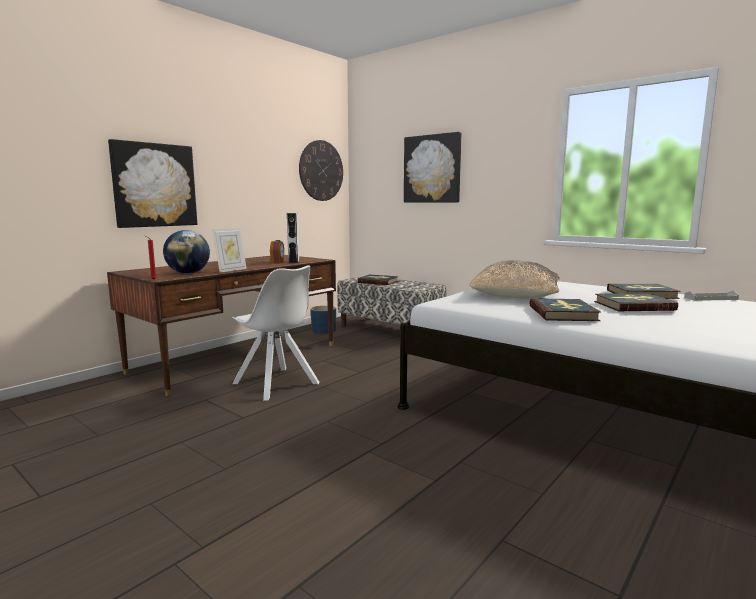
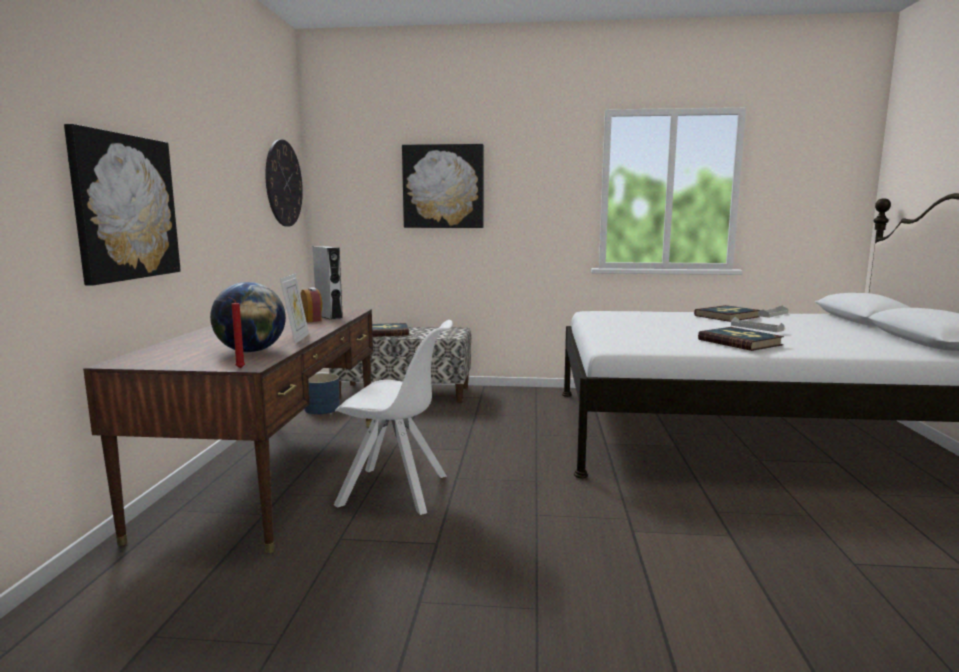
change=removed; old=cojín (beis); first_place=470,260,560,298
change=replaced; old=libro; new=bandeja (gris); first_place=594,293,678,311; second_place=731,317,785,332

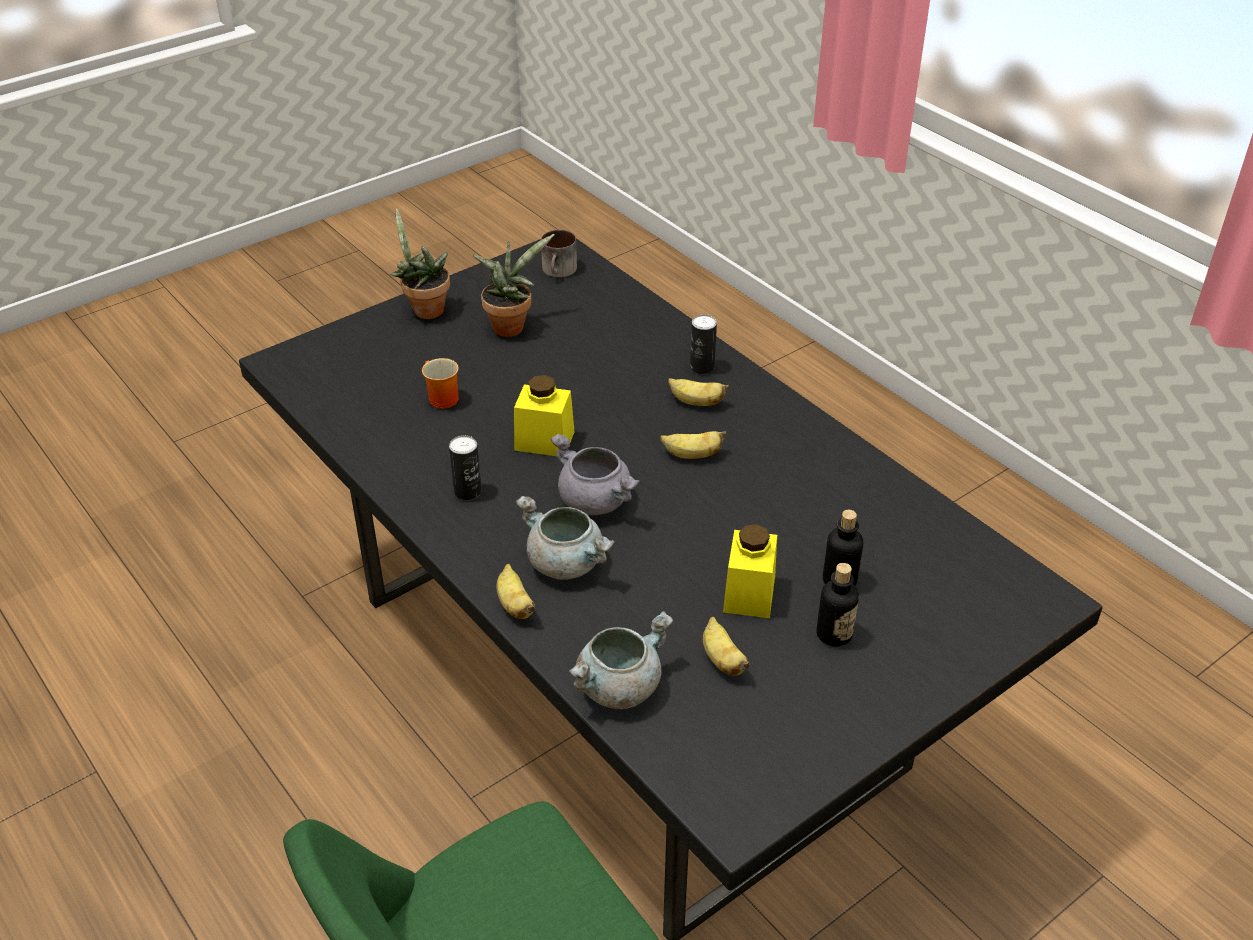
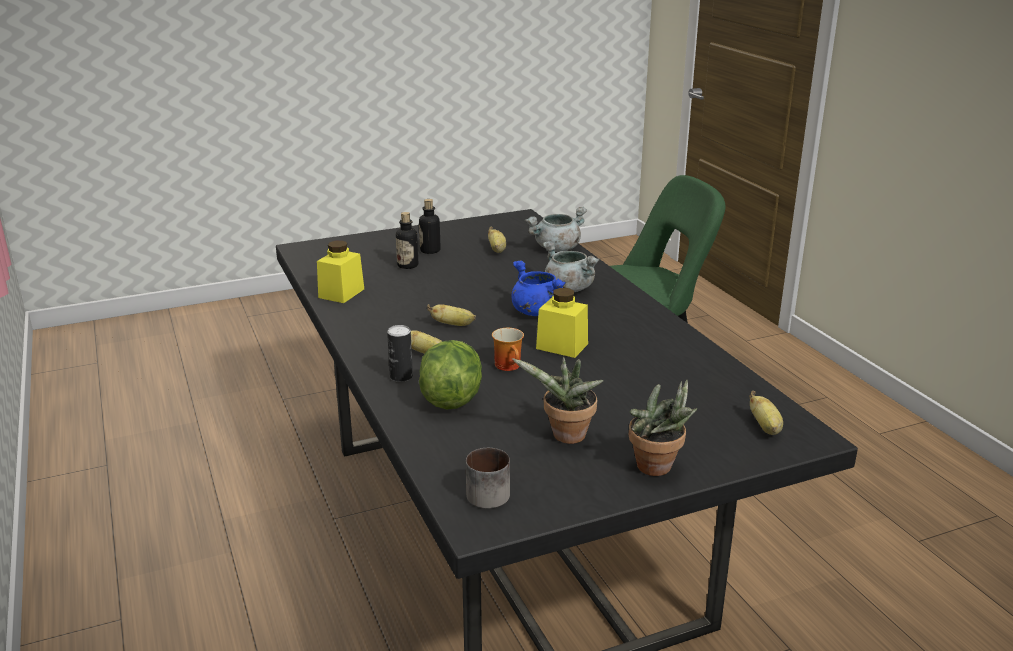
change=moved; old=taza grande; first_place=422,358,459,409; second_place=492,328,524,371
change=recoloured; old=olla (gris); new=olla (azul); first_place=551,434,640,515; second_place=511,260,566,316
change=removed; old=lata; first_place=449,435,482,500
change=moved; old=tarro (amarillo); first_place=723,524,777,618; second_place=317,241,364,303
change=moved; old=plátano; first_place=496,564,535,619; second_place=749,391,783,435
change=added; new=lechuga; second_place=419,340,482,410

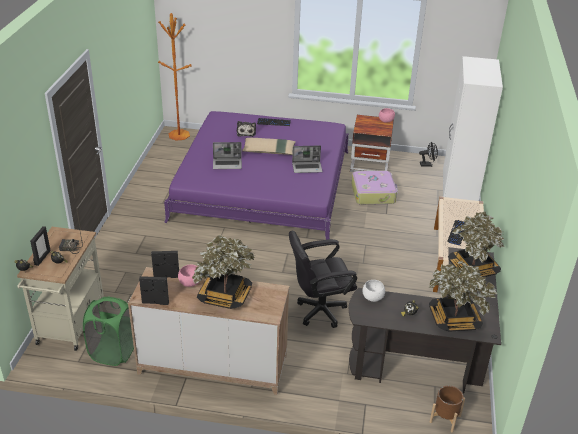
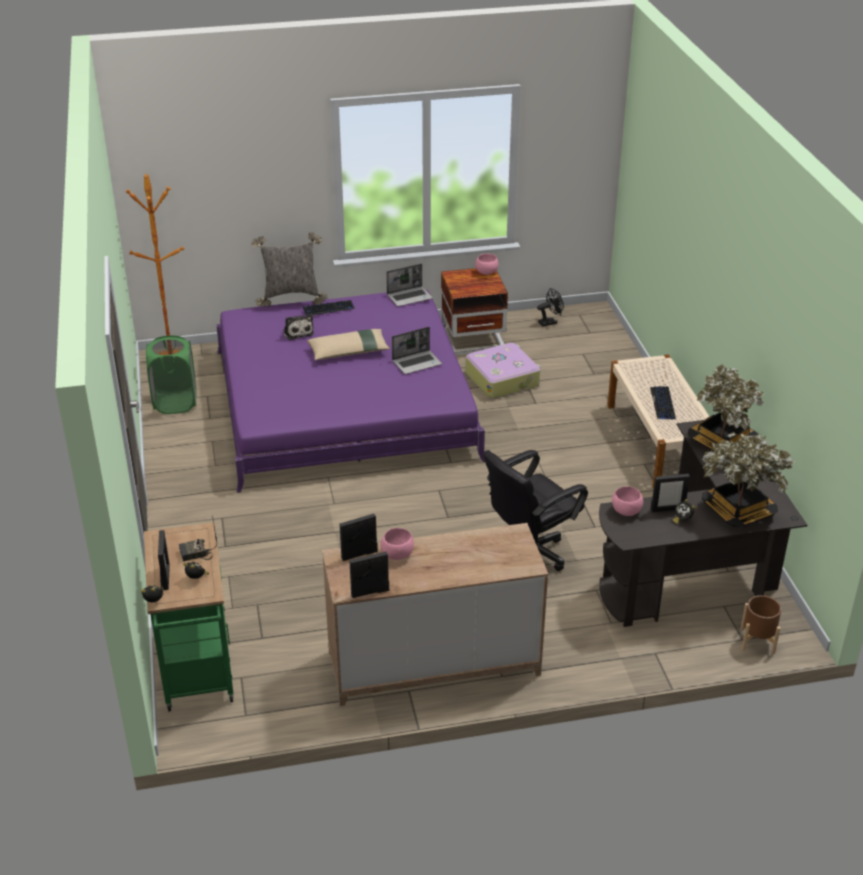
change=removed; old=armario ropero (blanco); first_place=443,56,503,210
change=moved; old=portátil; first_place=213,142,242,169; second_place=386,264,433,307
change=recoloured; old=carrito (beis); new=carrito (verde); first_place=17,227,104,351; second_place=144,522,234,712
change=removed; old=planta en maceta; first_place=192,235,255,309
change=recoloured; old=cuenco (blanco); new=cuenco (rosa); first_place=362,280,385,302; second_place=612,486,643,516
change=moved; old=cesto de la ropa (verde); first_place=83,296,134,366; second_place=146,335,196,414
change=added; new=cojín; second_place=251,232,327,307
change=added; new=portarretratos; second_place=651,474,690,512

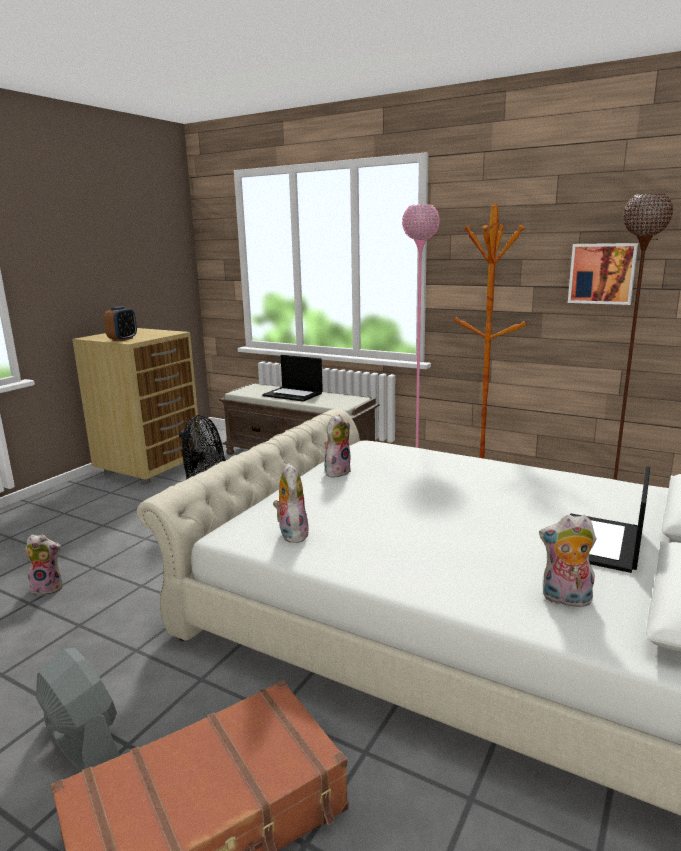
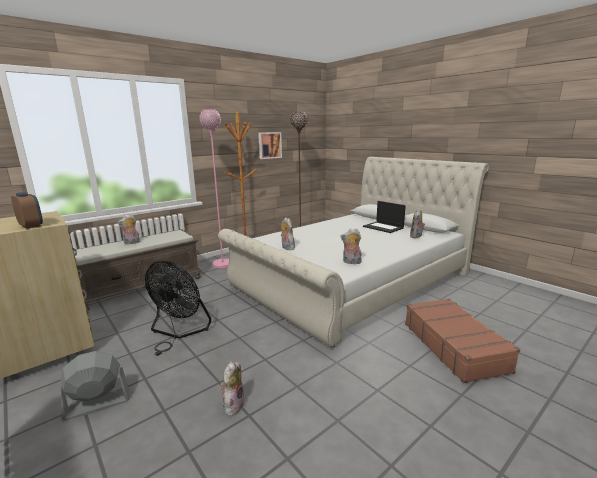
change=replaced; old=portátil; new=peluche; first_place=262,355,323,402; second_place=117,214,140,245
change=moved; old=ventilador (gris); first_place=36,648,120,773; second_place=59,351,129,421

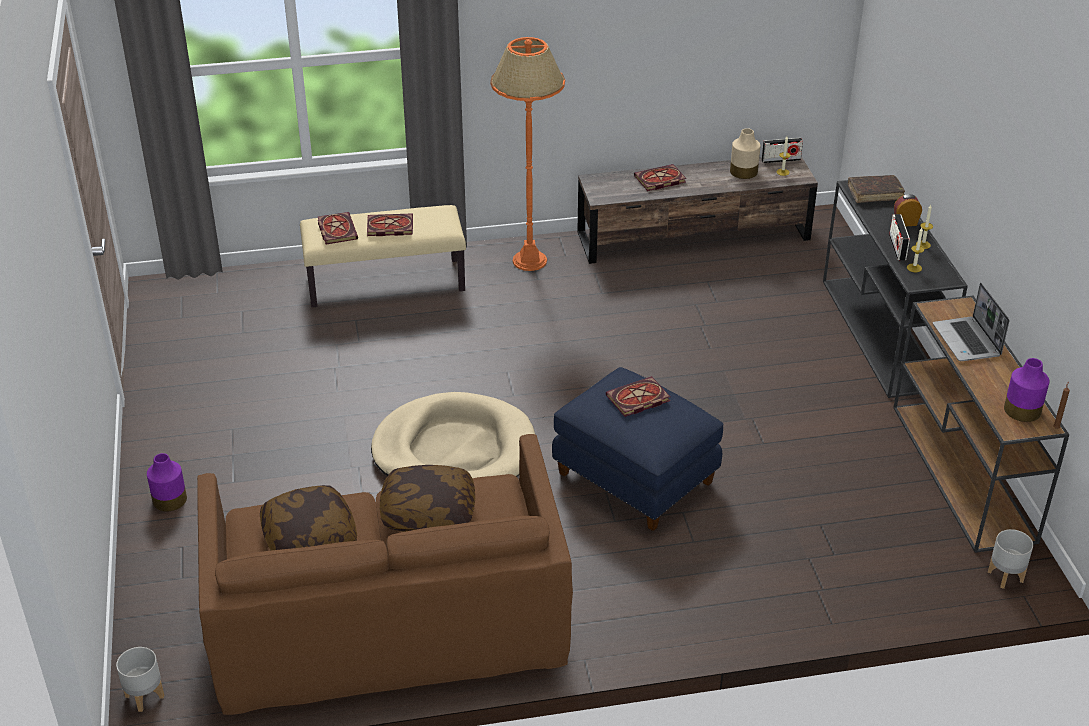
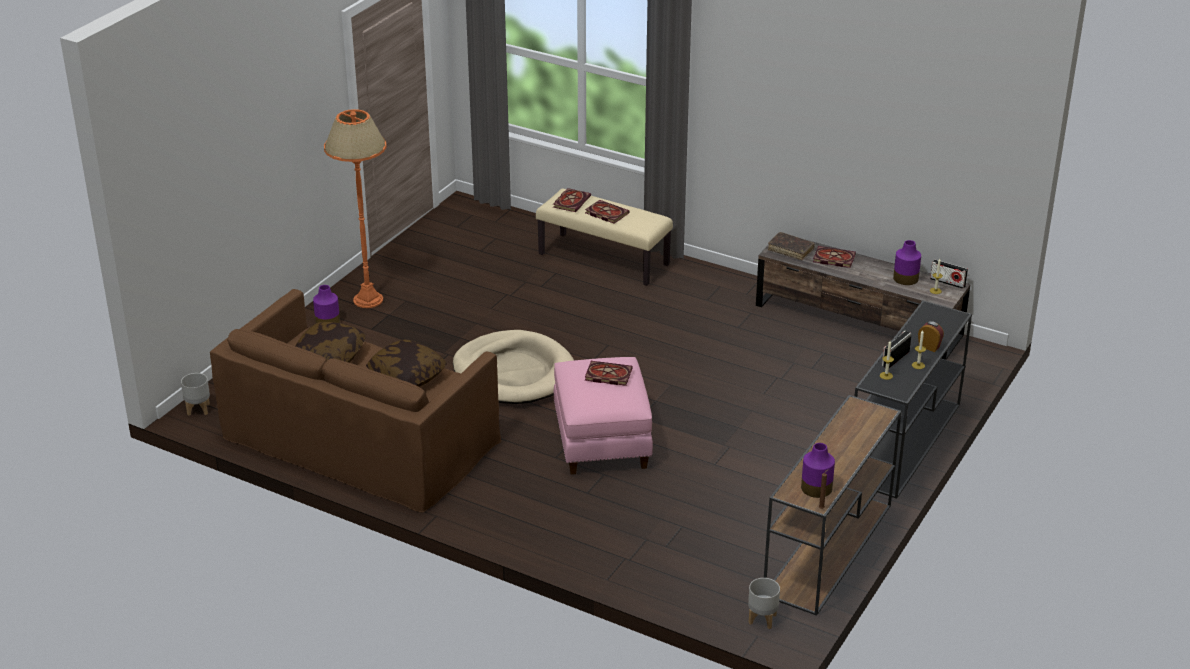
change=moved; old=lámpara de pie (naranja); first_place=490,37,565,271; second_place=324,109,387,308
change=recoloured; old=florero (beis); new=florero (morado); first_place=730,128,760,179; second_place=893,240,921,285
change=moved; old=libro (marrón); first_place=848,175,905,203; second_place=768,232,815,260
change=removed; old=portátil; first_place=933,283,1009,361
change=recoloured; old=puf (azul); new=puf (rosa); first_place=552,367,724,531; second_place=554,357,653,475

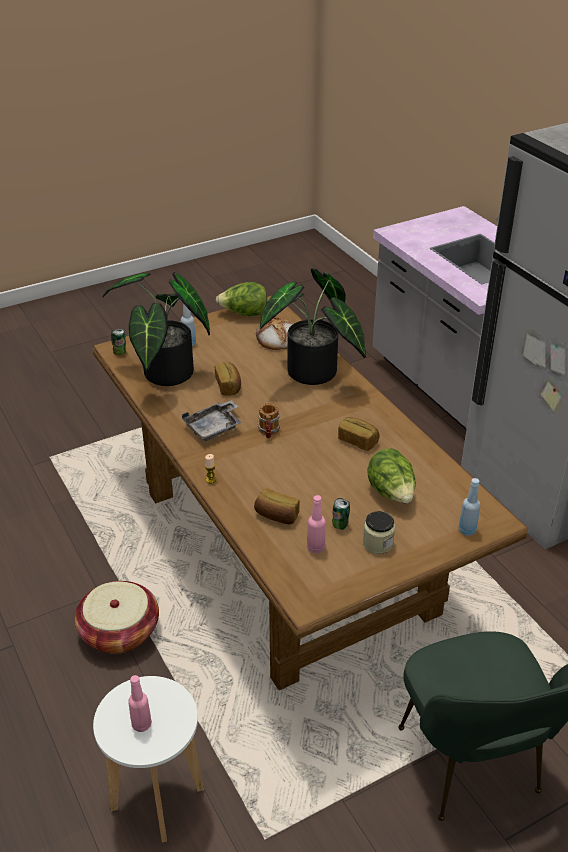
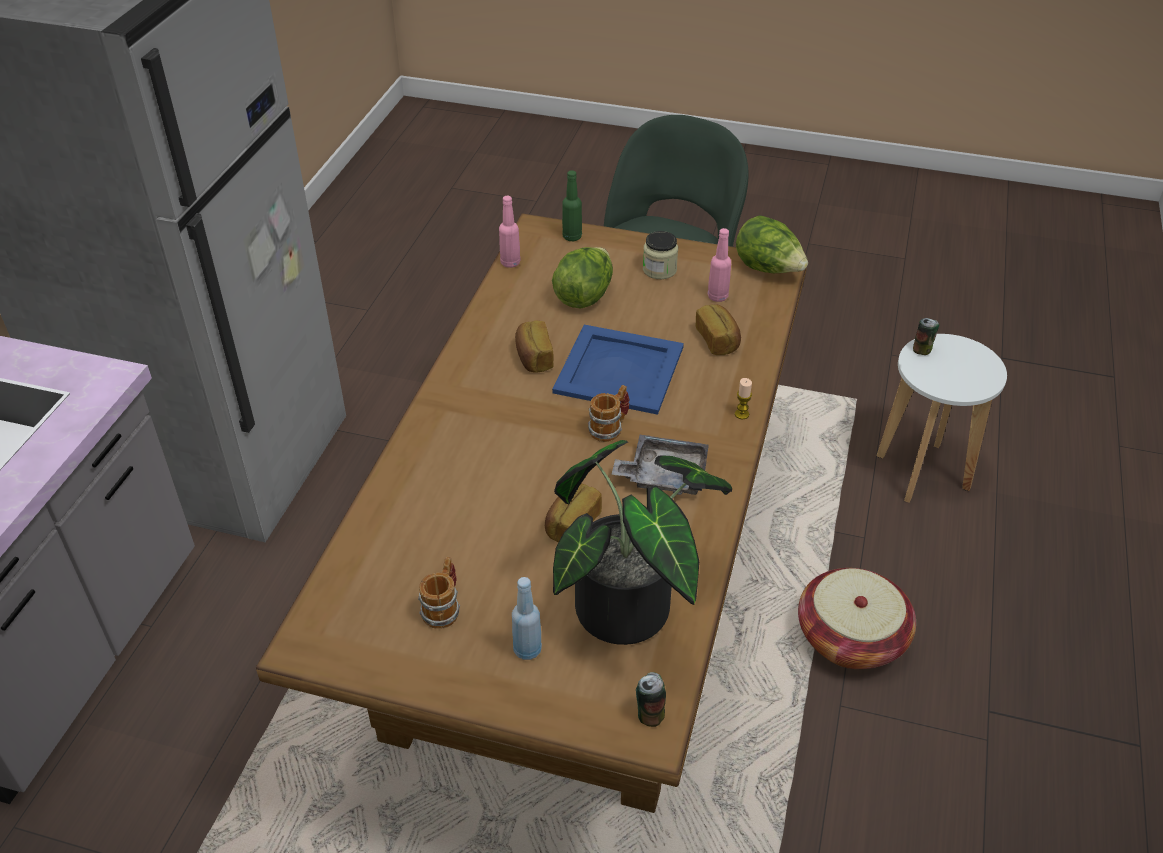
change=removed; old=planta en maceta; first_place=260,268,366,385
change=moved; old=lechuga; first_place=216,282,267,316; second_place=736,215,808,273
change=removed; old=pan; first_place=256,317,294,350
change=recoloured; old=botella (azul); new=botella (verde); first_place=459,478,480,536; second_place=562,170,582,241
change=moved; old=lata; first_place=332,498,350,530; second_place=913,318,939,355
change=moved; old=botella (rosa); first_place=128,675,152,732; second_place=499,196,521,268
change=added; new=bandeja (azul); second_place=552,325,684,415
change=added; new=taza grande; second_place=418,557,460,629

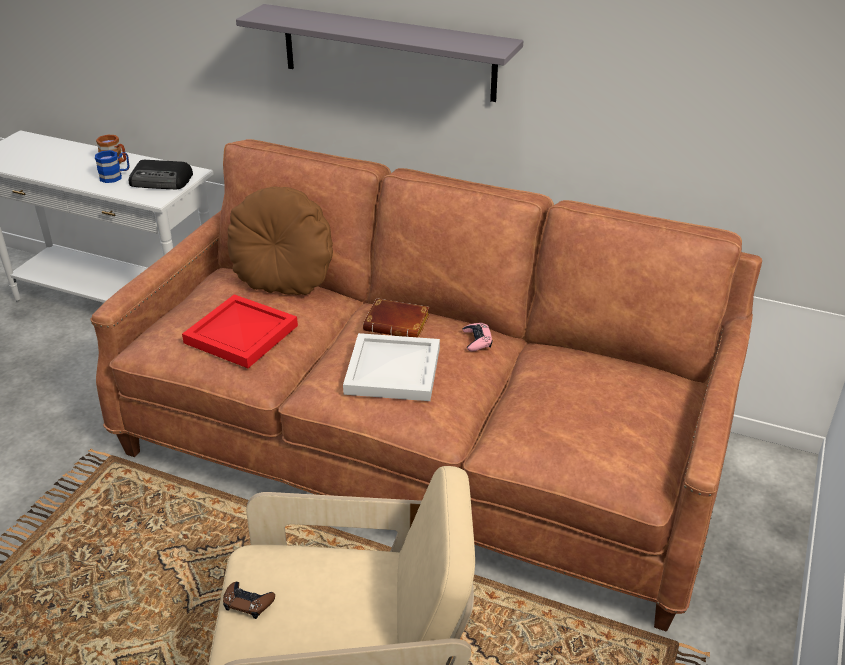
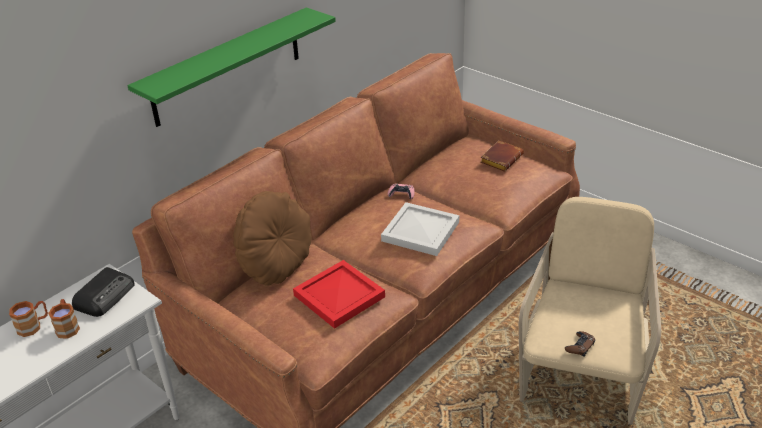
change=recoloured; old=estante (gris); new=estante (verde); first_place=236,4,523,102; second_place=127,7,336,127
change=recoloured; old=taza grande (azul); new=taza grande (marrón); first_place=95,150,130,183; second_place=48,299,80,339
change=moved; old=libro (marrón); first_place=363,298,430,338; second_place=480,140,524,172

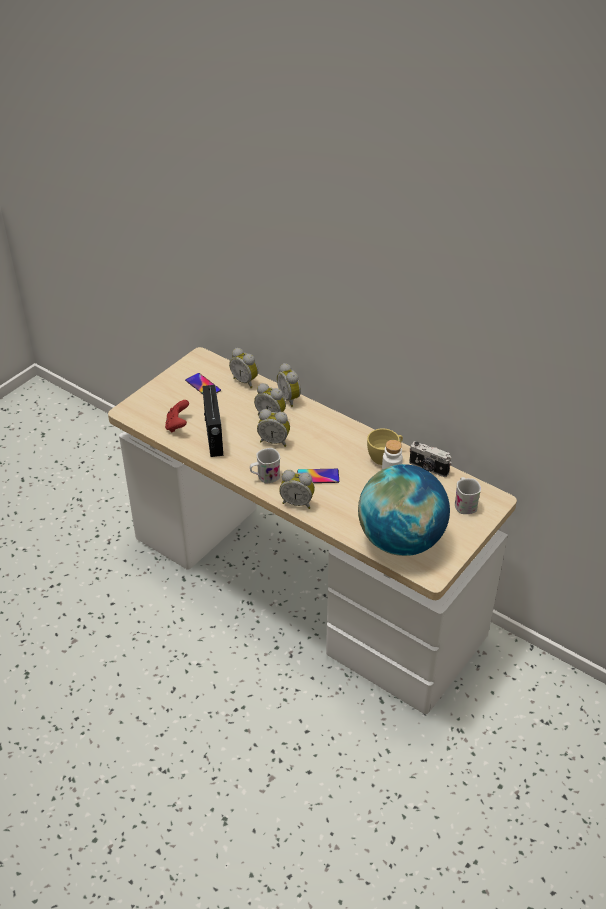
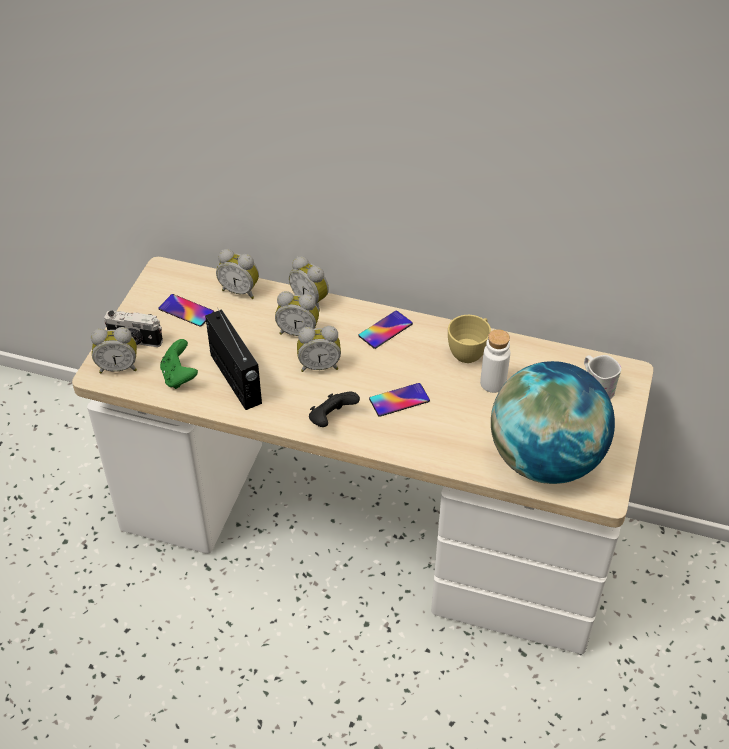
change=recoloured; old=mando de consola (rojo); new=mando de consola (verde); first_place=165,400,189,433; second_place=160,339,198,389
change=moved; old=cámara; first_place=409,441,452,477; second_place=104,310,163,347
change=replaced; old=taza grande (blanco); new=mando de consola (negro); first_place=250,448,280,483; second_place=309,392,360,427
change=moved; old=despertador; first_place=279,470,315,509; second_place=91,327,137,373
change=added; new=móvil; second_place=358,311,413,349

